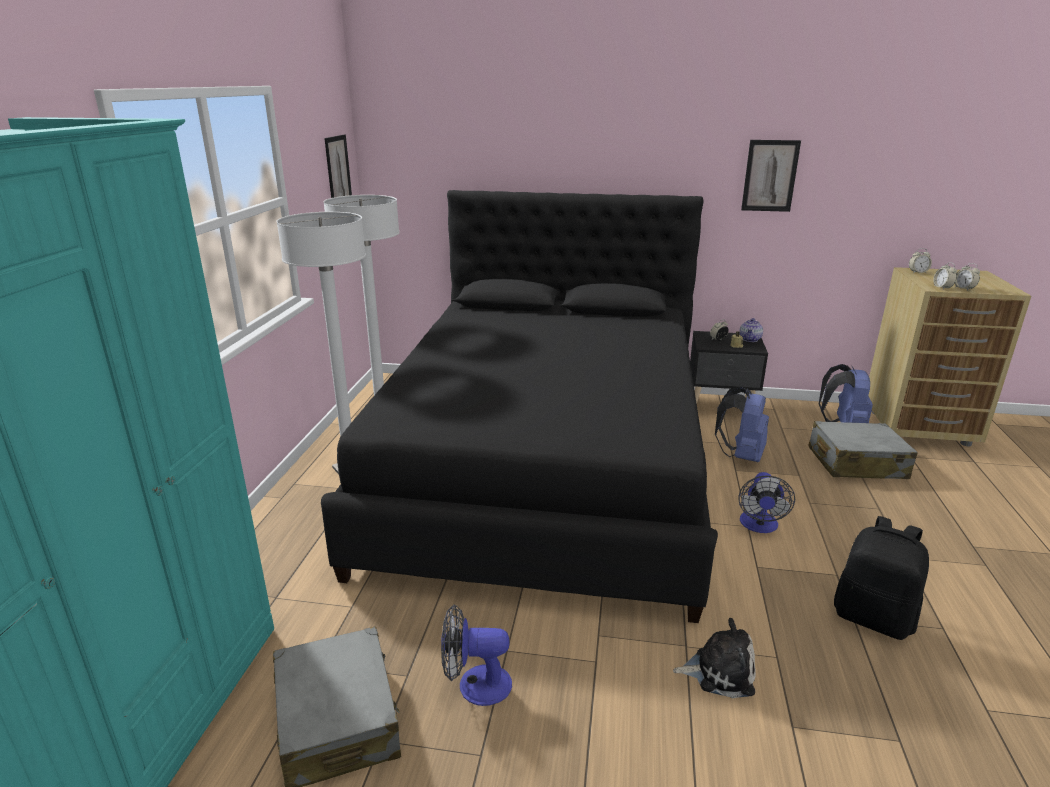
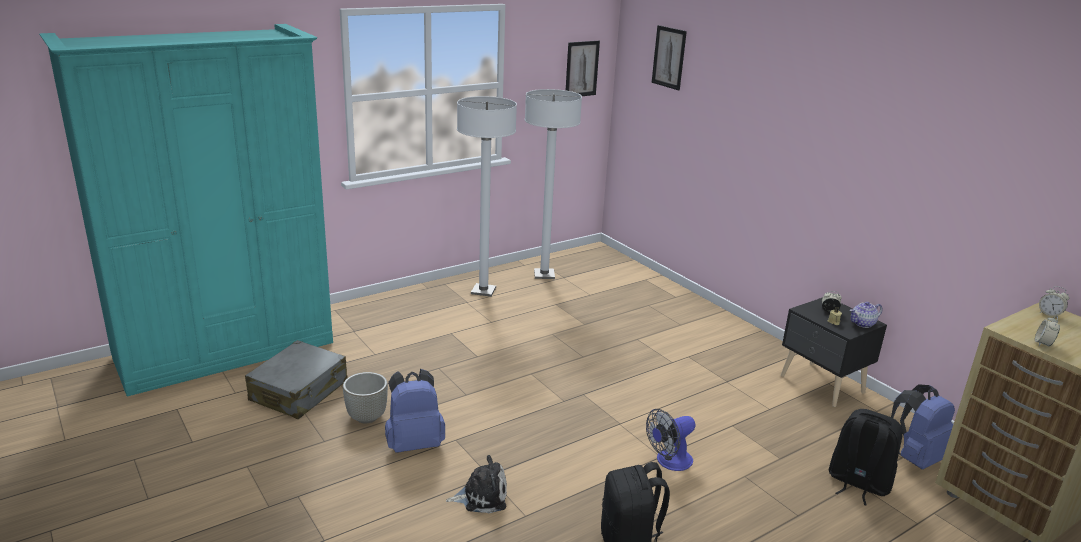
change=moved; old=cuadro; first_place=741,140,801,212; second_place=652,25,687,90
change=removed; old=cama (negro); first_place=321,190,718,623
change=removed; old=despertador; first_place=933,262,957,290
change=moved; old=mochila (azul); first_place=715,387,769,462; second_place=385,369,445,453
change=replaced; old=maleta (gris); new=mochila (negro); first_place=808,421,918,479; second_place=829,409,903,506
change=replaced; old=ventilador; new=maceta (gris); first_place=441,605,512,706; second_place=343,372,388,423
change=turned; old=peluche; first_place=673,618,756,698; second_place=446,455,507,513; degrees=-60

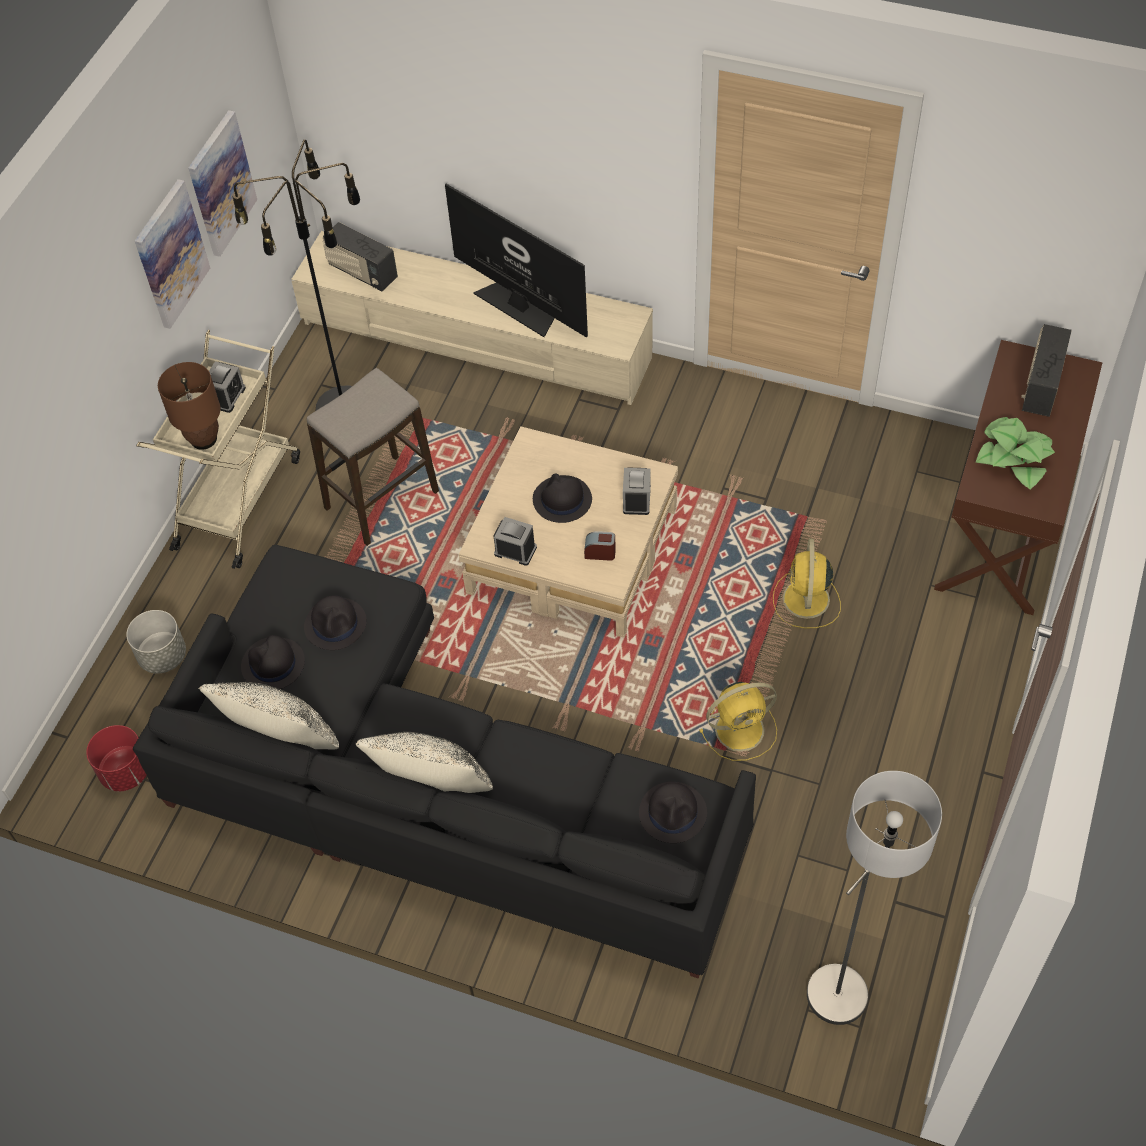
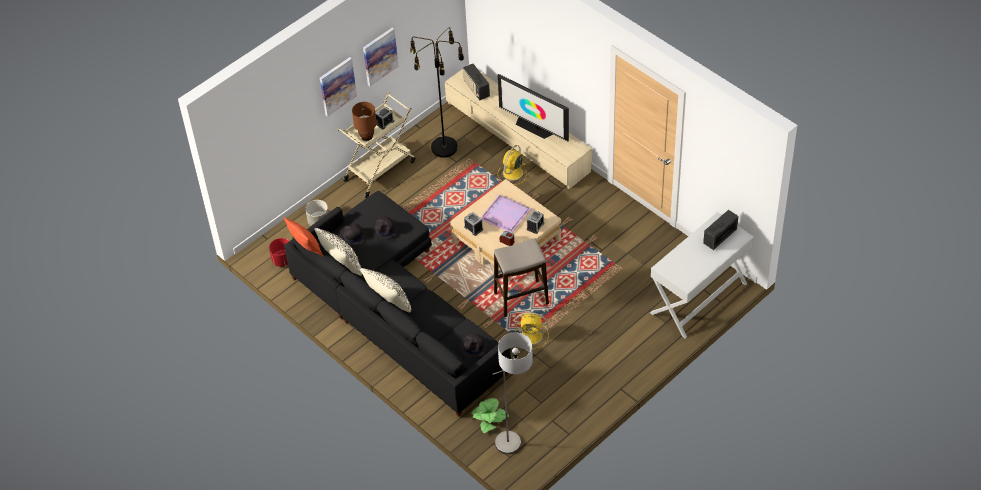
change=moved; old=cuadro; first_place=188,110,257,257; second_place=320,57,357,117
change=turned; old=televisor; first_place=445,184,588,338; second_place=498,74,569,141; degrees=150
change=recoloured; old=mesa consola (marrón); new=mesa consola (blanco); first_place=934,340,1102,615; second_place=650,212,754,339
change=moved; old=taburete; first_place=307,368,439,546; second_place=494,238,549,317
change=moved; old=planta en maceta; first_place=975,417,1055,489; second_place=471,398,509,433
change=replaced; old=sombrero (negro); new=bandeja (morado); first_place=533,473,592,523; second_place=480,194,532,233
change=moved; old=ventilador (amarillo); first_place=773,539,841,628; second_place=498,145,527,185
change=added; new=cojín (naranja); second_place=284,217,323,256

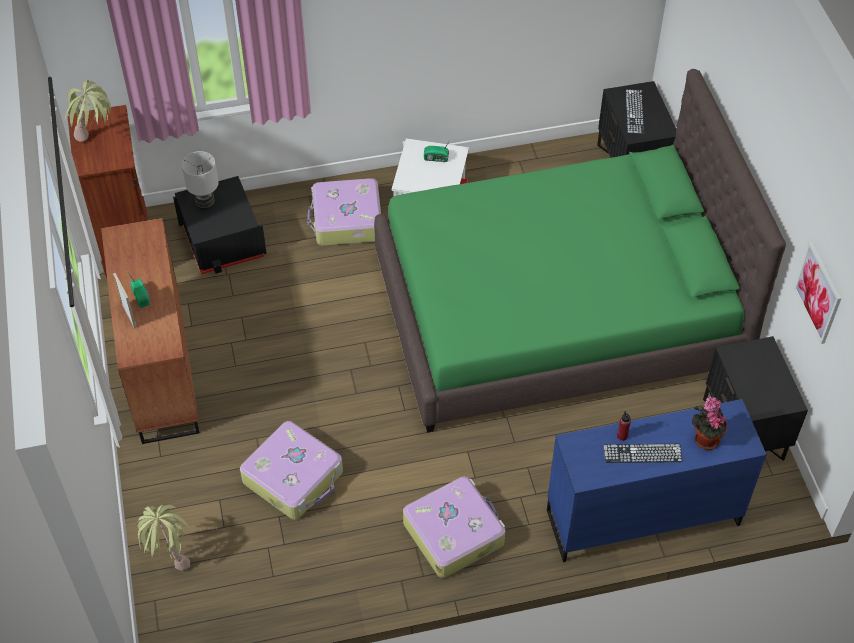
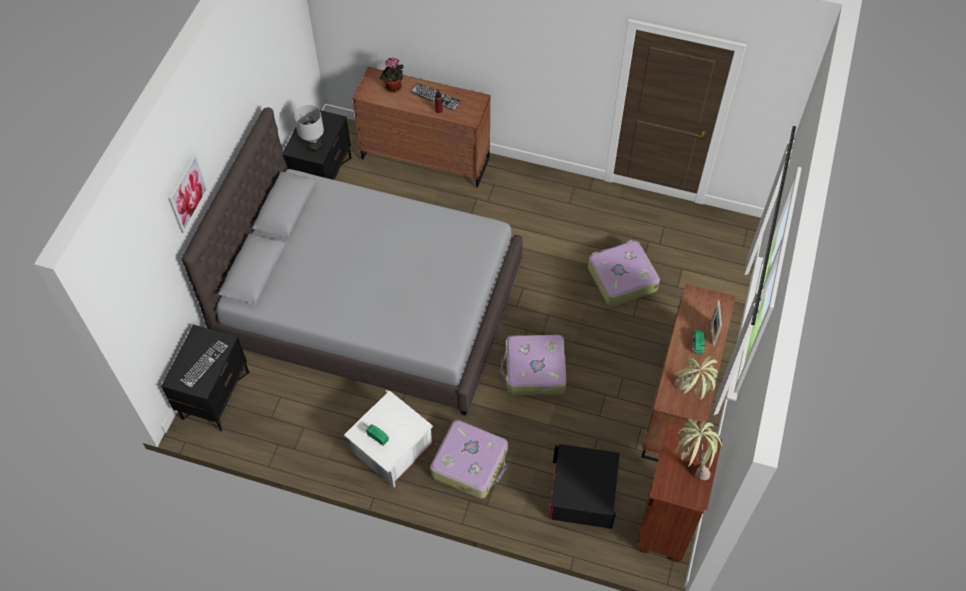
change=recoloured; old=cama (verde); new=cama (gris); first_place=374,69,786,433; second_place=182,107,523,416
change=moved; old=lámpara de mesa (gris); first_place=182,151,219,209; second_place=294,105,324,151
change=moved; old=cuadro; first_place=794,242,841,344; second_place=168,153,208,233
change=recoloured; old=cómoda (azul); new=cómoda (marrón); first_place=547,399,767,562; second_place=352,67,491,188
change=moved; old=maleta; first_place=403,477,505,578; second_place=500,335,567,395
change=moved; old=planta en maceta; first_place=137,504,190,570; second_place=674,356,718,400

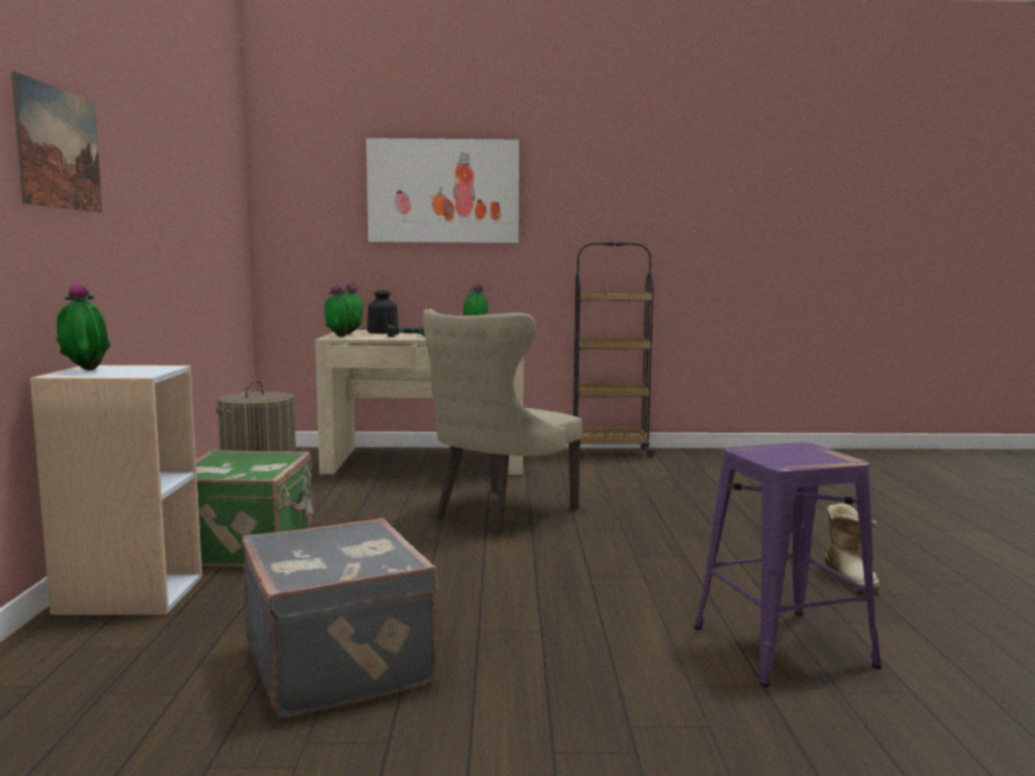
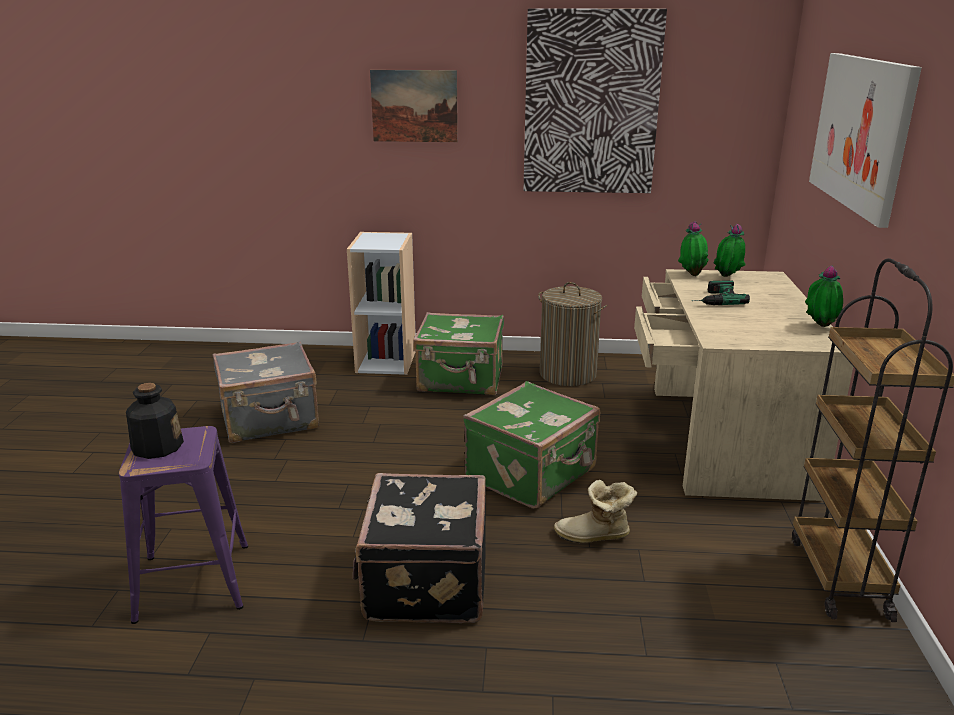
change=removed; old=planta en maceta; first_place=56,282,110,371
change=moved; old=botella; first_place=367,290,398,334; second_place=126,383,184,459
change=replaced; old=silla (beis); new=maleta (verde); first_place=423,308,582,535; second_place=463,381,600,509
change=moved; old=bota; first_place=824,503,880,593; second_place=554,480,637,543
change=added; new=cuadro; second_place=523,9,667,193
change=added; new=maleta (negro); second_place=353,473,486,623

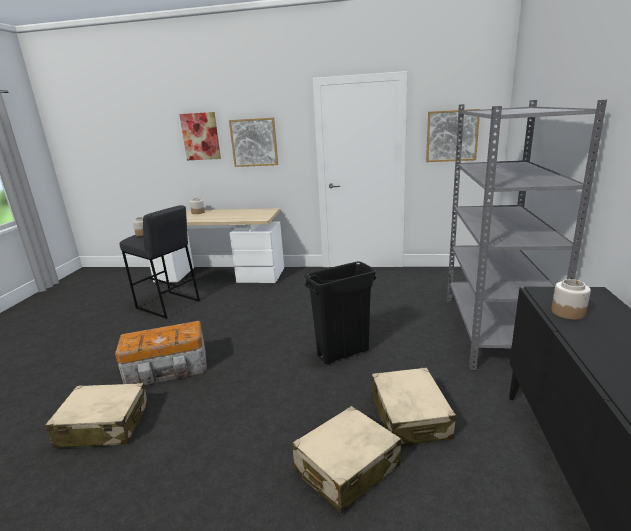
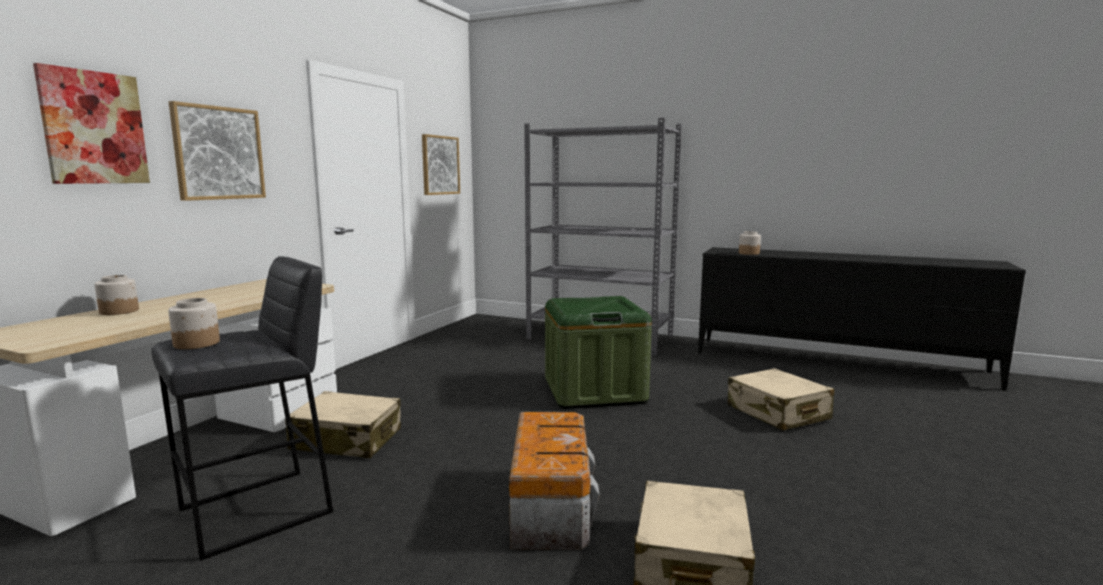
change=replaced; old=papelera (negro); new=caja de almacenaje (verde); first_place=305,261,376,364; second_place=545,296,652,409
change=moved; old=maleta (beis); first_place=372,367,456,446; second_place=285,391,401,458

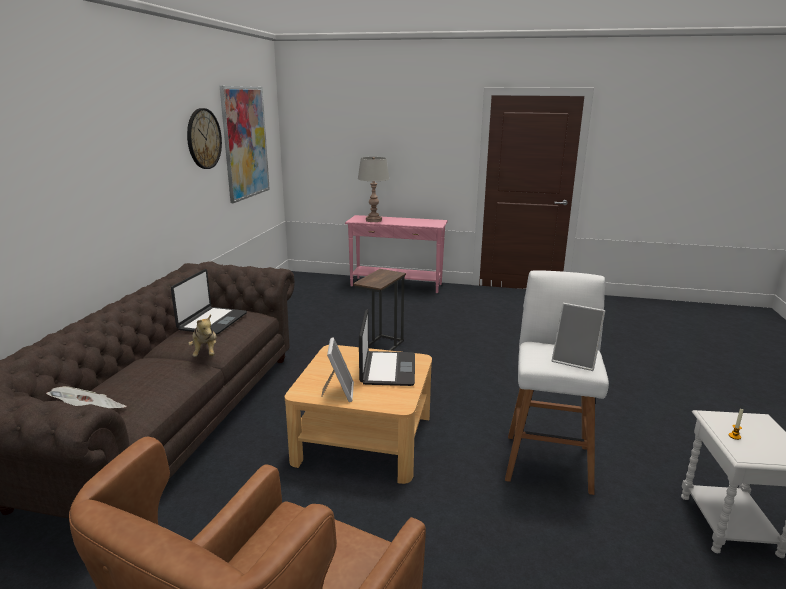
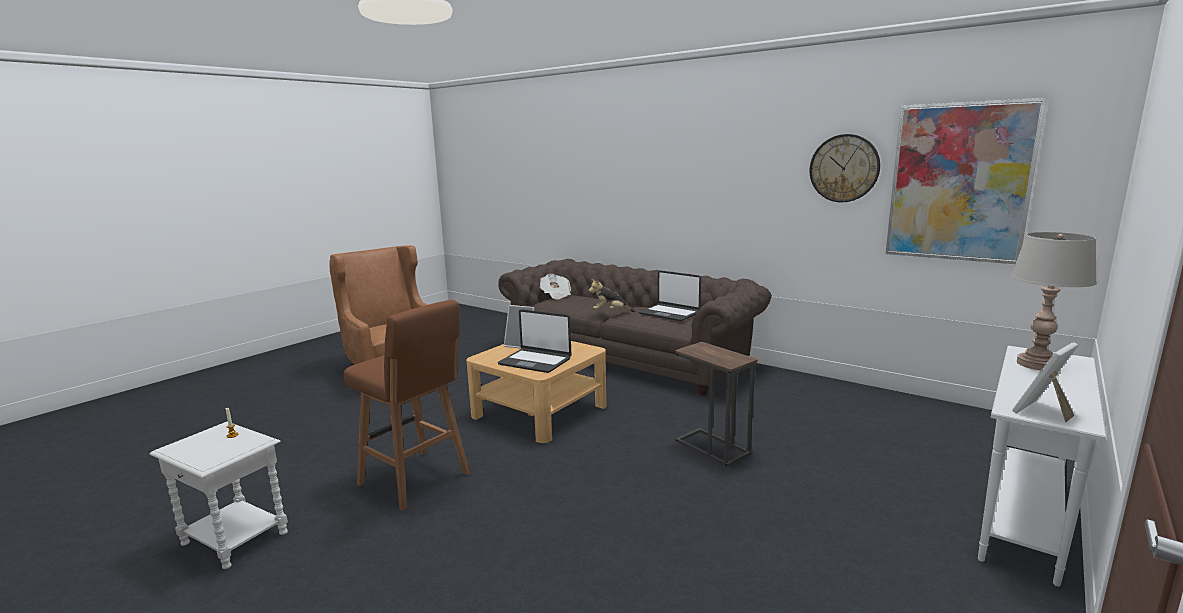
change=recoloured; old=mesa consola (rosa); new=mesa consola (blanco); first_place=345,215,448,294; second_place=978,346,1106,587
change=recoloured; old=taburete (blanco); new=taburete (marrón); first_place=505,270,609,495; second_place=343,300,470,511
change=moved; old=portarretratos; first_place=552,303,606,371; second_place=1012,342,1078,422

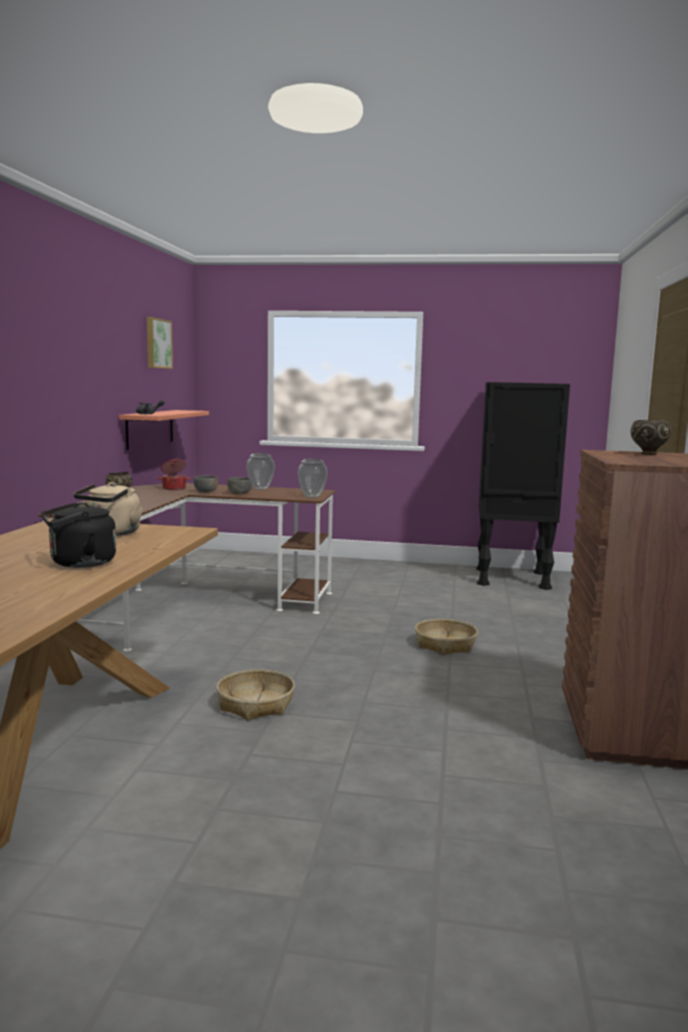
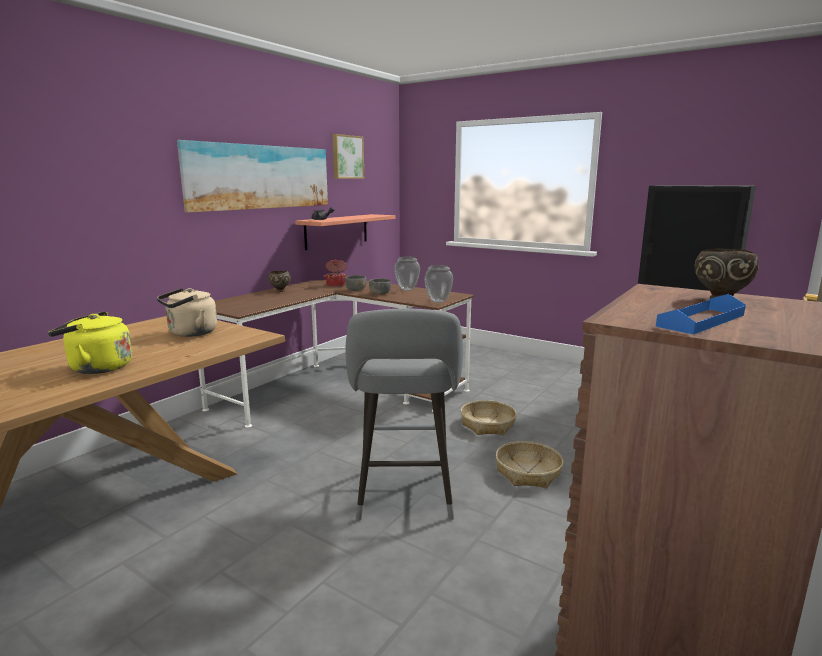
change=recoloured; old=hervidor (negro); new=hervidor (amarillo); first_place=41,502,116,568; second_place=48,311,132,374
change=moved; old=cesta; first_place=217,669,295,720; second_place=461,400,517,435
change=added; new=cuadro; second_place=177,140,328,213
change=added; new=bandeja (azul); second_place=656,294,746,335
change=added; new=taburete (gris); second_place=345,308,463,521

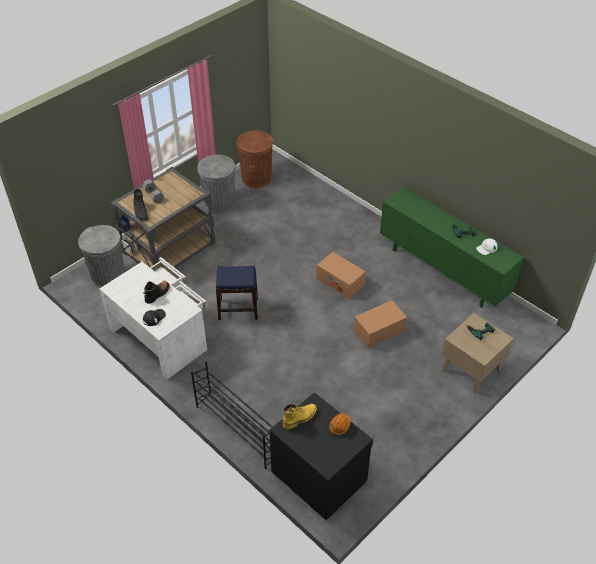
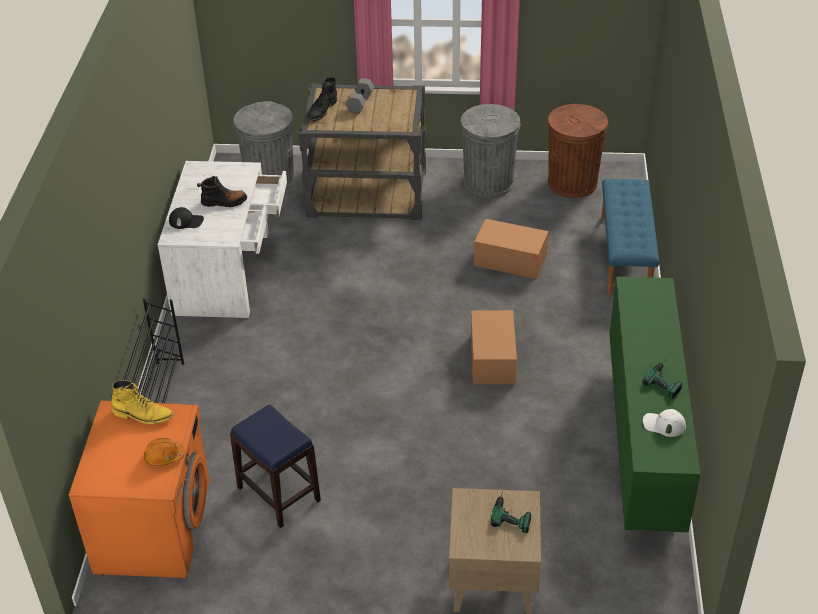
change=moved; old=taburete; first_place=216,266,258,320; second_place=230,405,321,528
change=moved; old=caja de cartón; first_place=354,300,407,348; second_place=474,219,549,279
change=recoloured; old=lavadora (negro); new=lavadora (naranja); first_place=270,393,373,520; second_place=69,401,210,579
change=added; new=banco (azul); second_place=601,179,659,295

